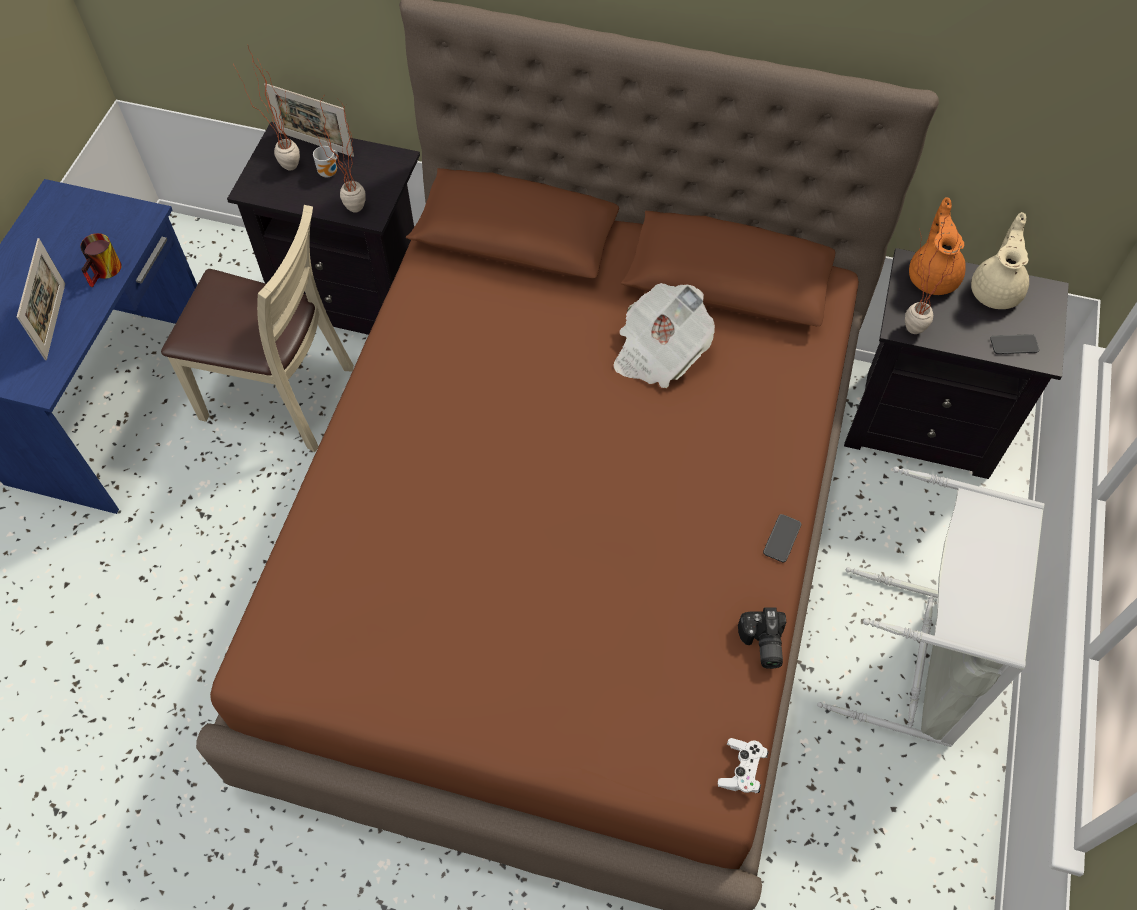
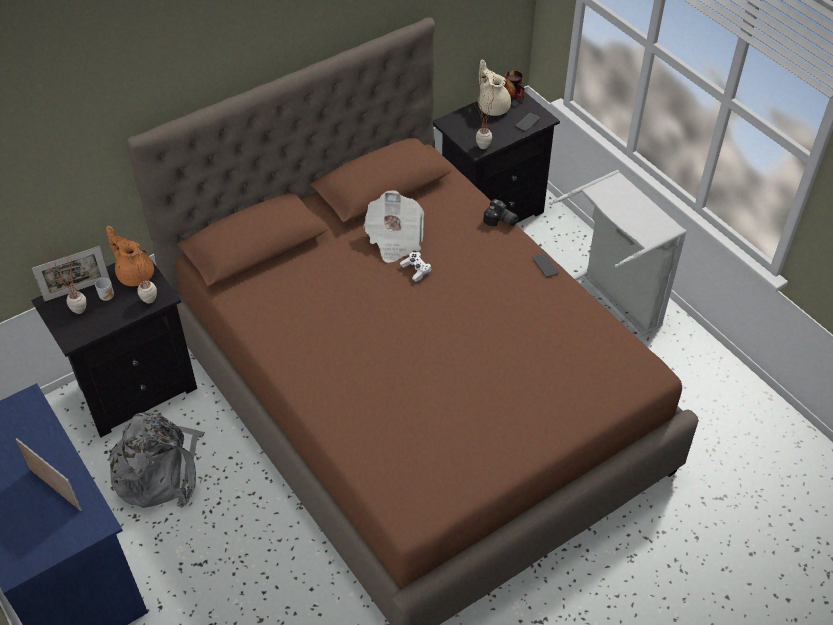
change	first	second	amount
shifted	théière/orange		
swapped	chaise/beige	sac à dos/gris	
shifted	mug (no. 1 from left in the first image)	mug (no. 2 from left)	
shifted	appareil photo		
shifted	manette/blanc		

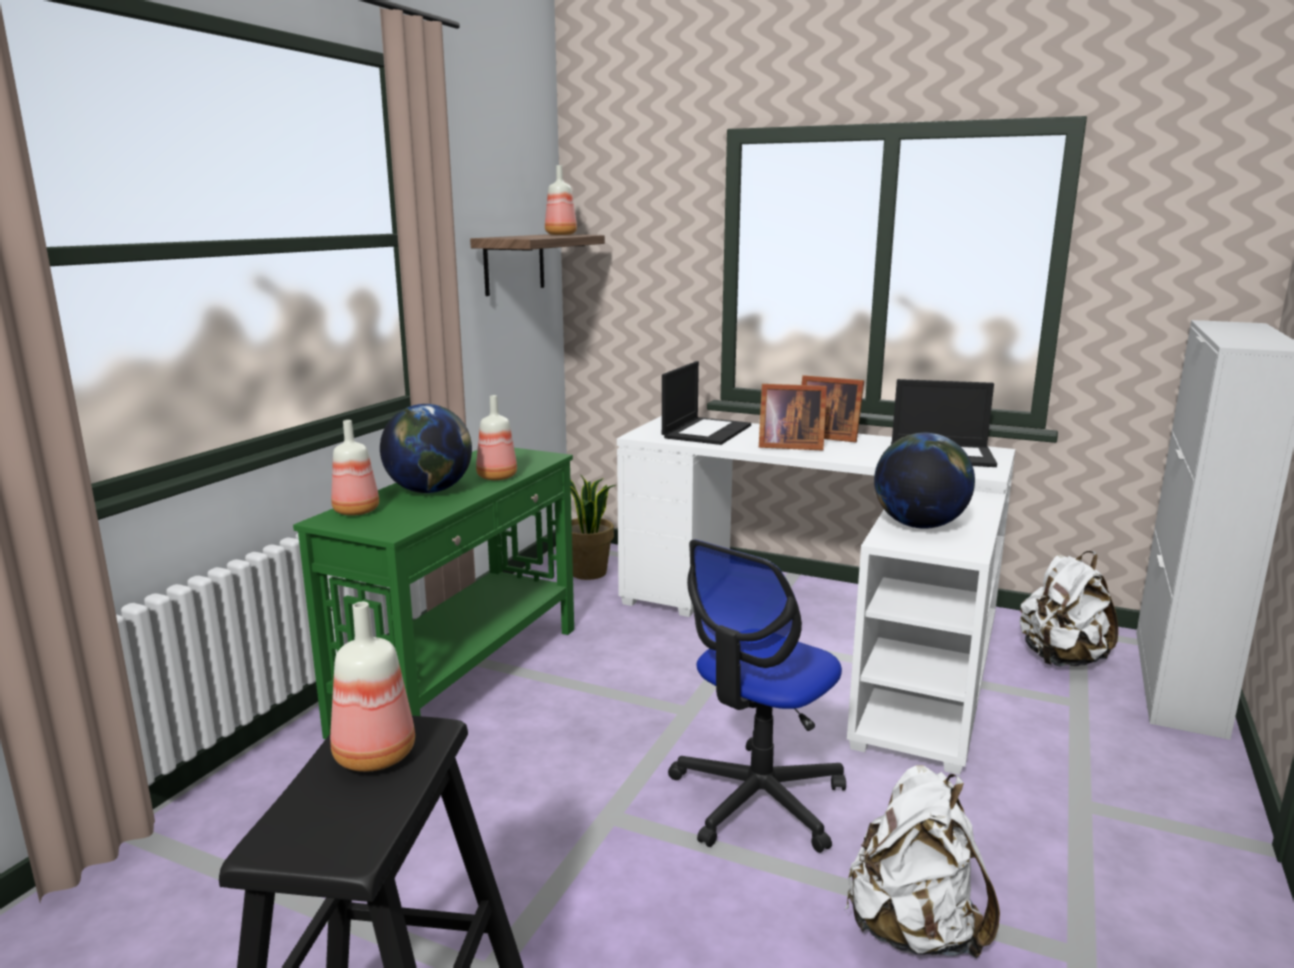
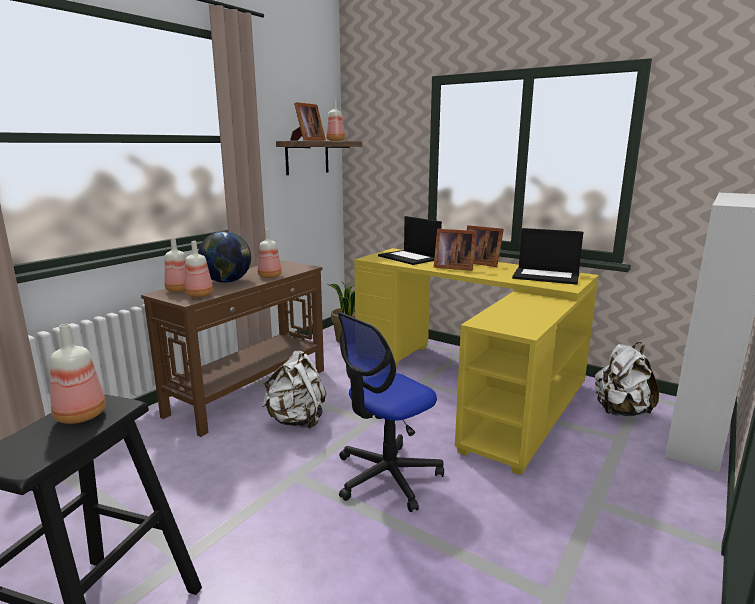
change	first	second	amount
rotated	ordinateur portable (no. 1 from left)		105 degrees clockwise
repainted	bureau/blanc	bureau/jaune	
gone	globe (no. 2 from left)		
repainted	table console/vert	table console/marron	
shifted	sac à dos/blanc (no. 1 from left)		
new		cadre photo (no. 1 from left)	
new		bouteille (no. 3 from left)	

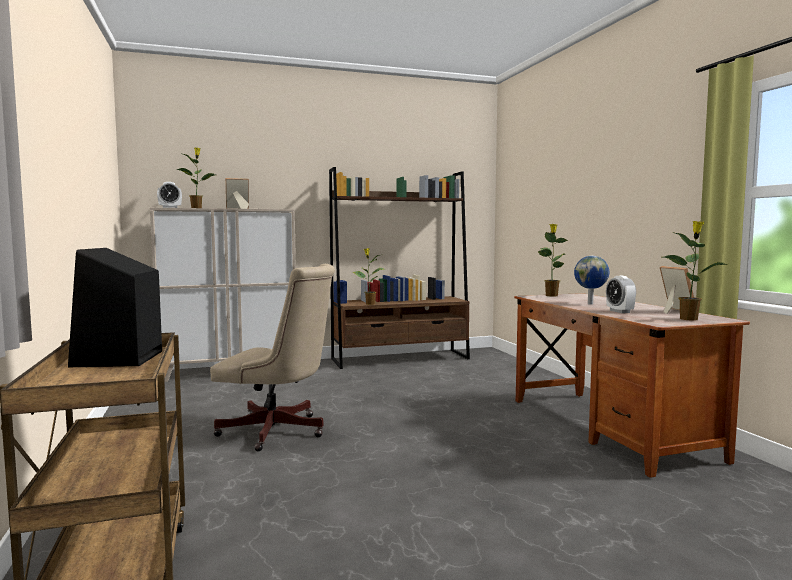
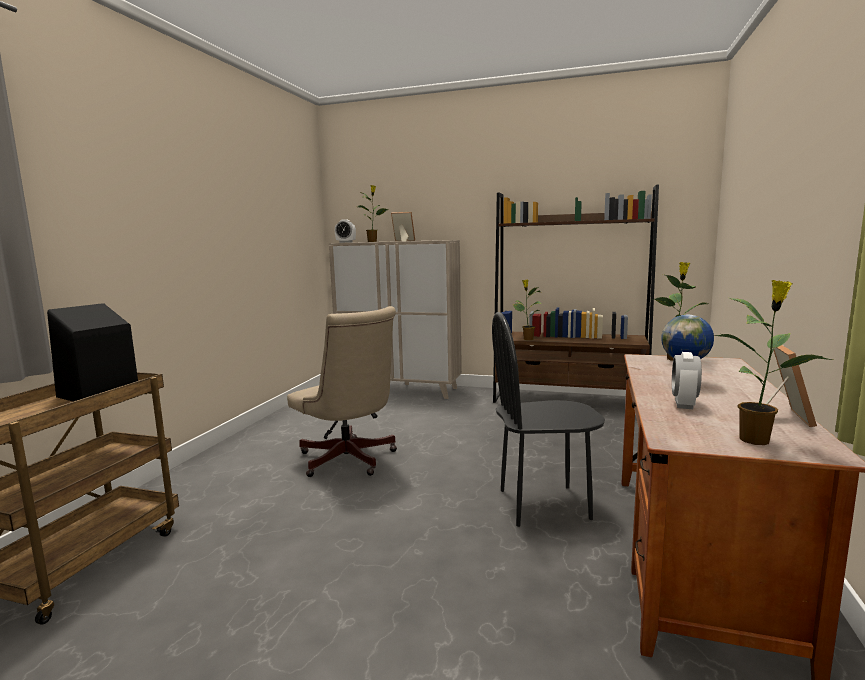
change	first	second	amount
new		chaise/noir	

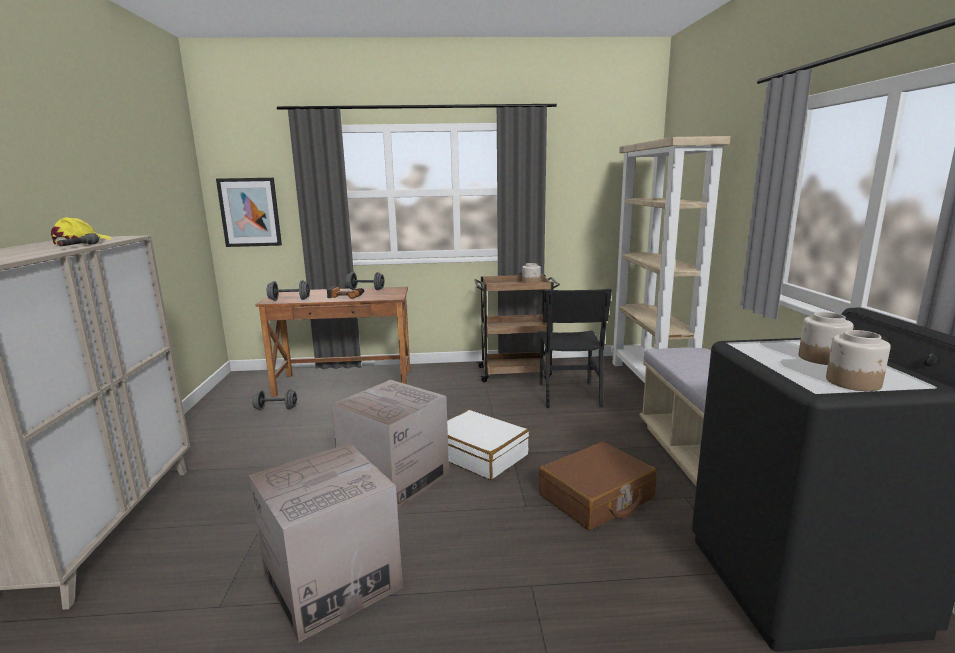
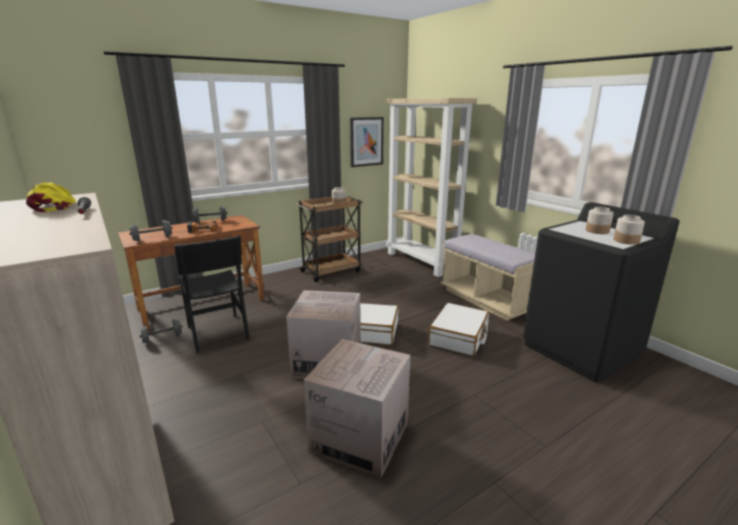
change	first	second	amount
shifted	tableau		
shifted	chaise/noir		
repainted	valise/marron	valise/blanc (no. 2 from left)	

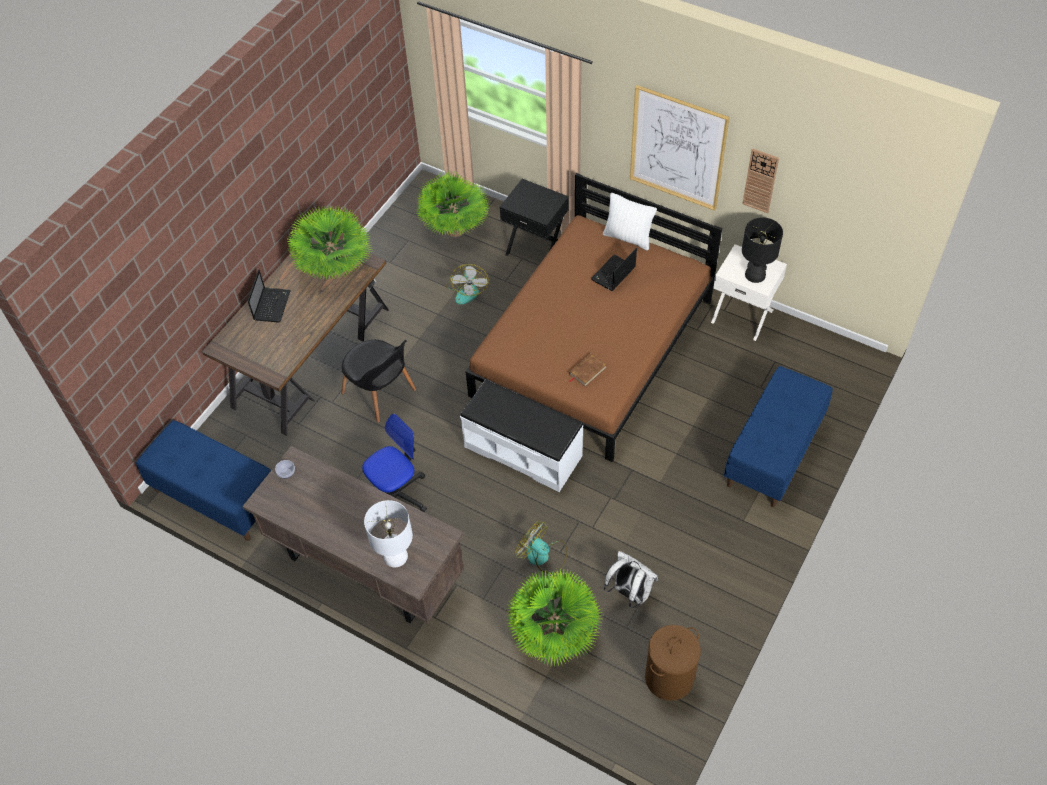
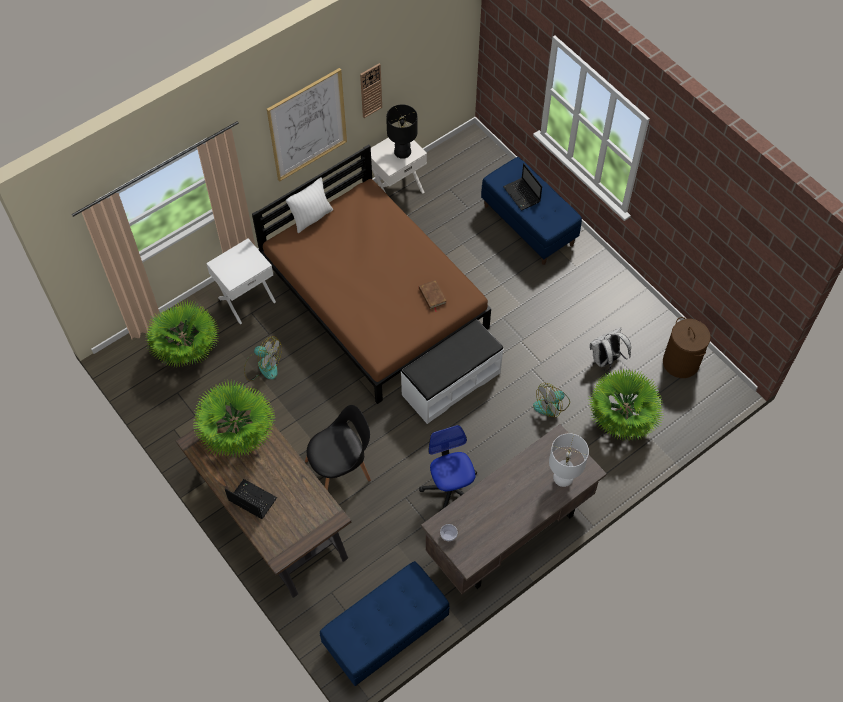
change	first	second	amount
repainted	table de chevet/noir	table de chevet/blanc (no. 1 from left)	
shifted	ordinateur portable (no. 2 from left)		

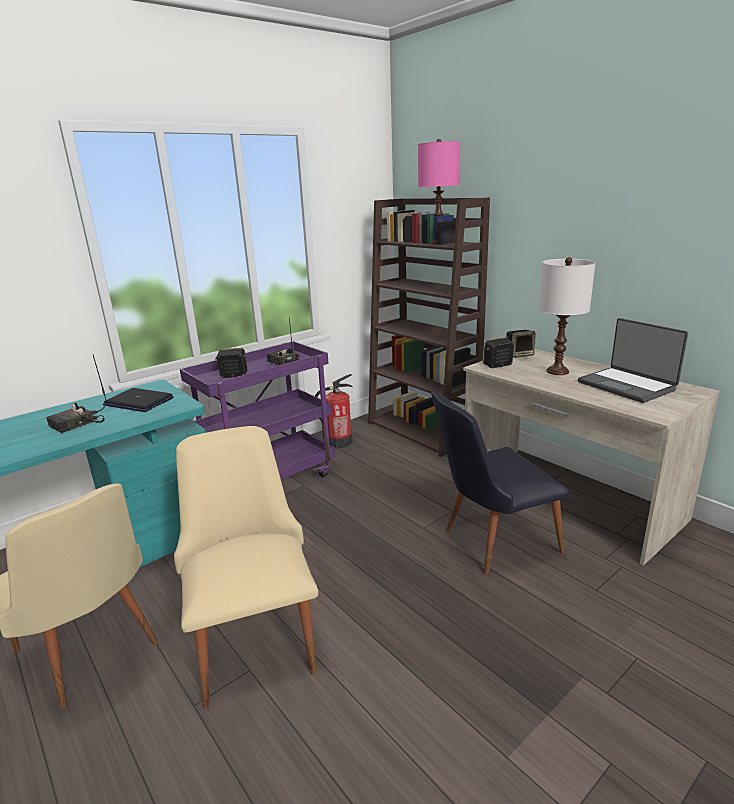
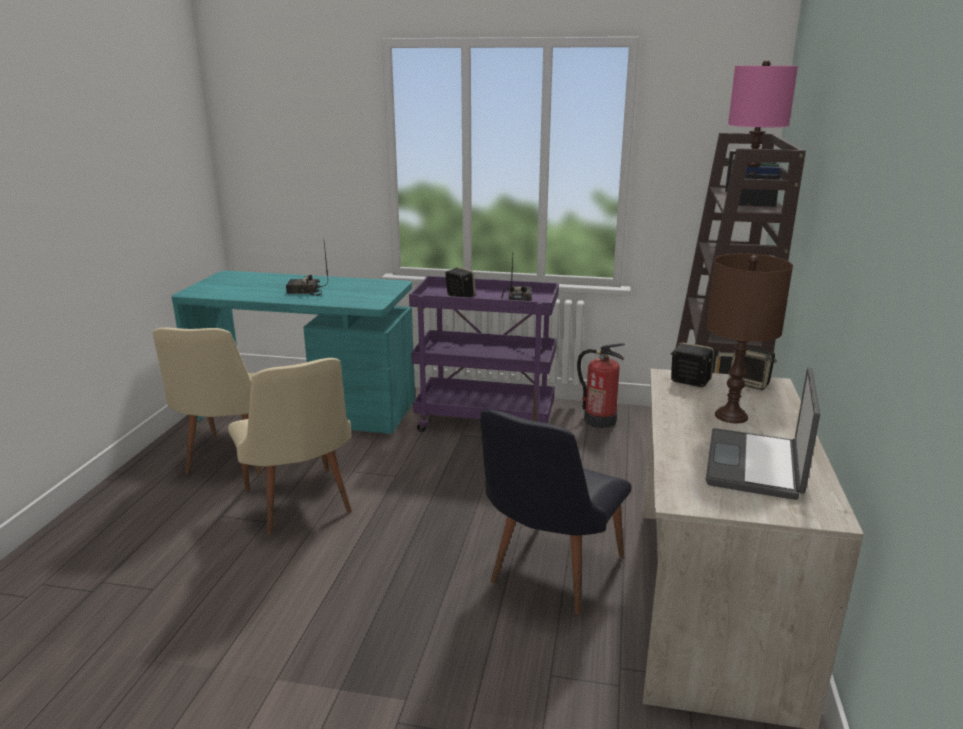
change	first	second	amount
repainted	lampe de table/blanc	lampe de table/marron	
gone	ordinateur portable (no. 1 from left)		
rotated	chaise/noir		90 degrees counterclockwise
rotated	chaise/beige (no. 2 from left)		120 degrees clockwise

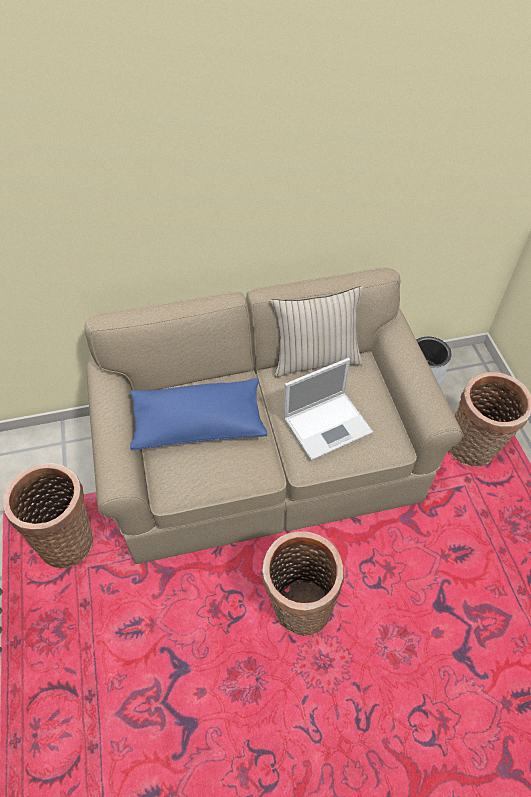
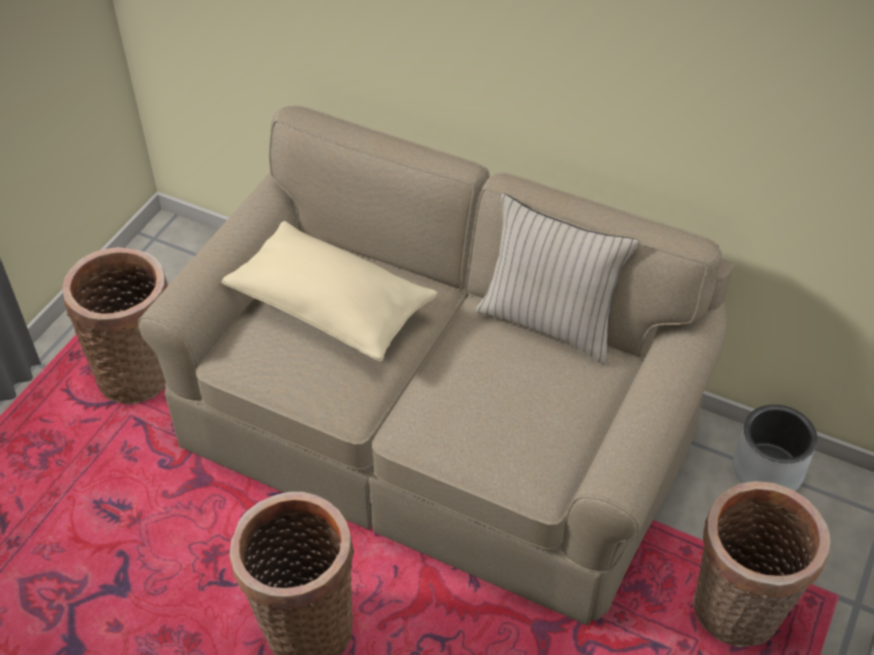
change	first	second	amount
gone	ordinateur portable		
repainted	coussin/bleu	coussin/beige (no. 1 from left)	

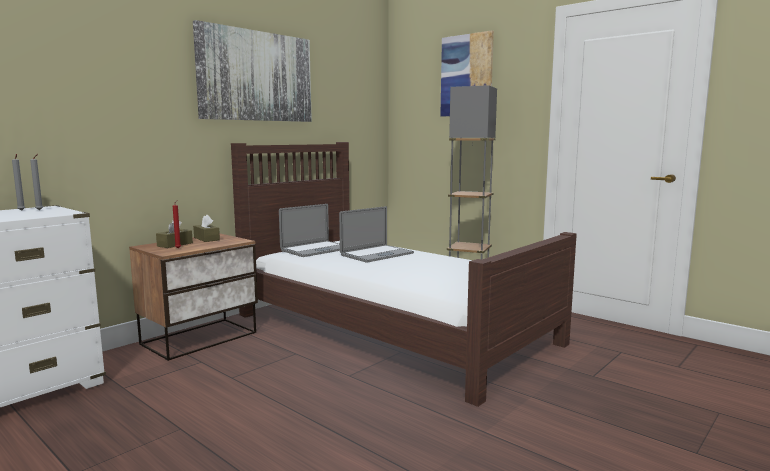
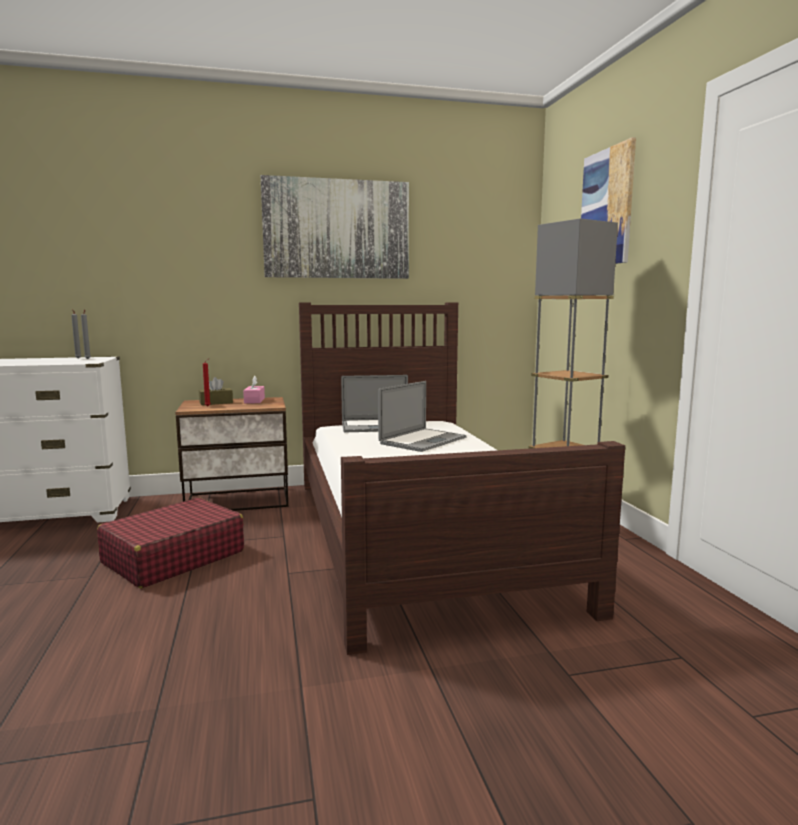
change	first	second	amount
rotated	ordinateur portable (no. 2 from left)		45 degrees counterclockwise
repainted	boîte à mouchoirs/marron (no. 2 from left)	boîte à mouchoirs/rose	
new		valise/rouge	

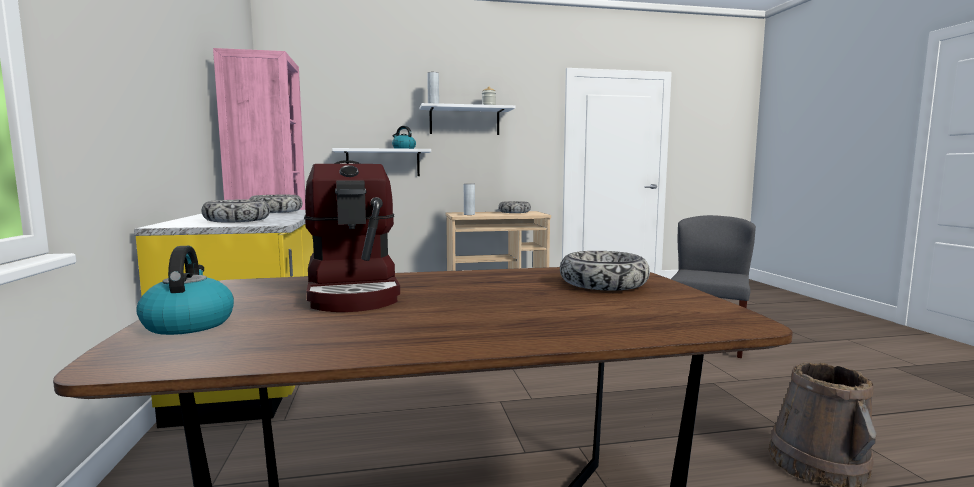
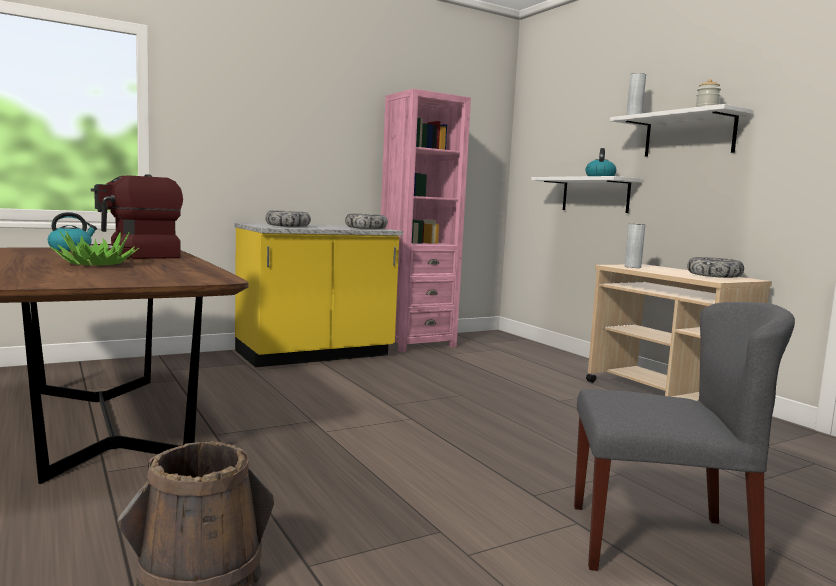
change	first	second	amount
gone	bol (no. 4 from left)		
new		plante en pot	

